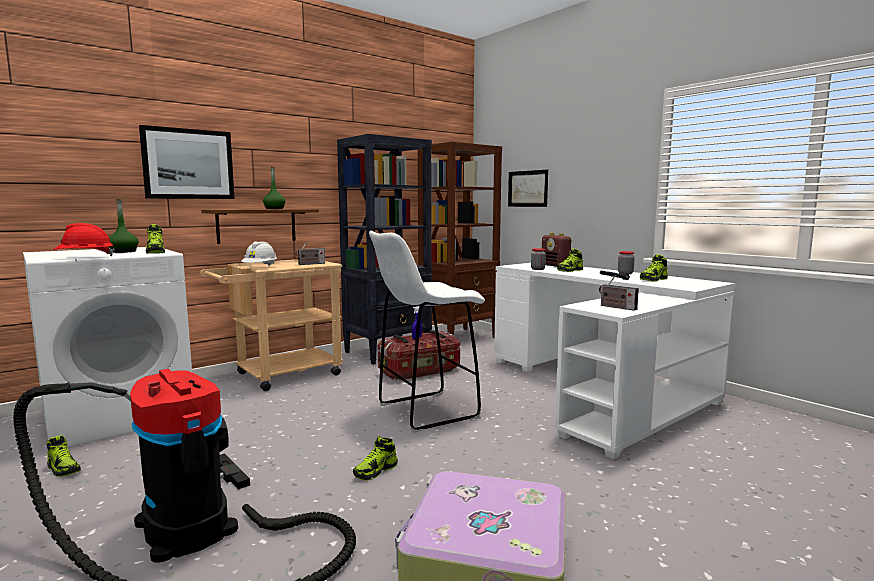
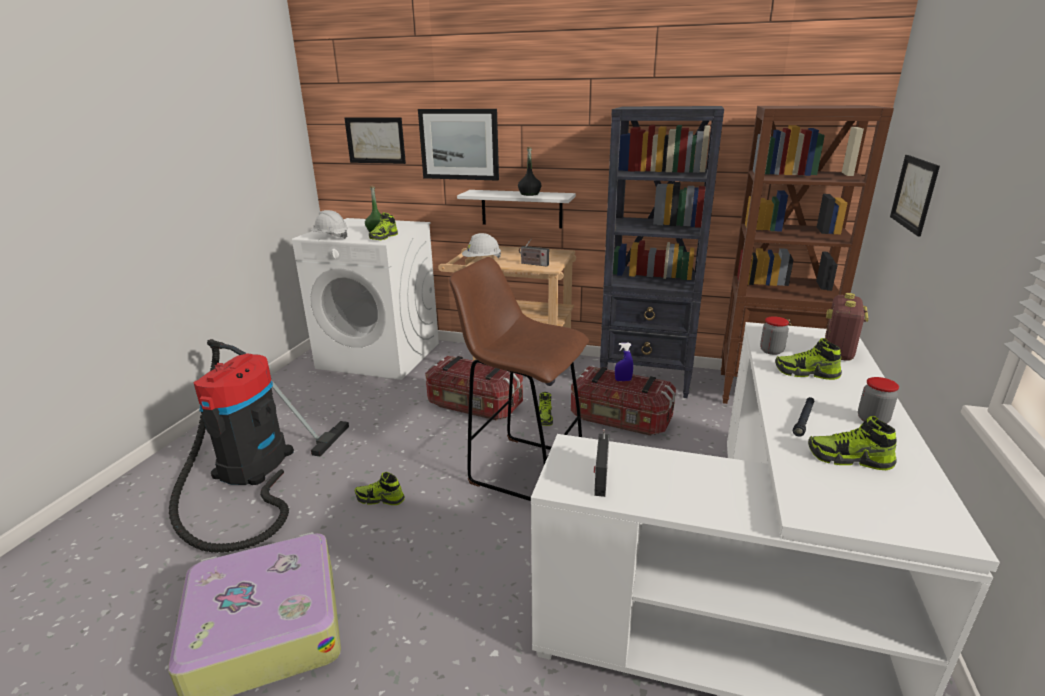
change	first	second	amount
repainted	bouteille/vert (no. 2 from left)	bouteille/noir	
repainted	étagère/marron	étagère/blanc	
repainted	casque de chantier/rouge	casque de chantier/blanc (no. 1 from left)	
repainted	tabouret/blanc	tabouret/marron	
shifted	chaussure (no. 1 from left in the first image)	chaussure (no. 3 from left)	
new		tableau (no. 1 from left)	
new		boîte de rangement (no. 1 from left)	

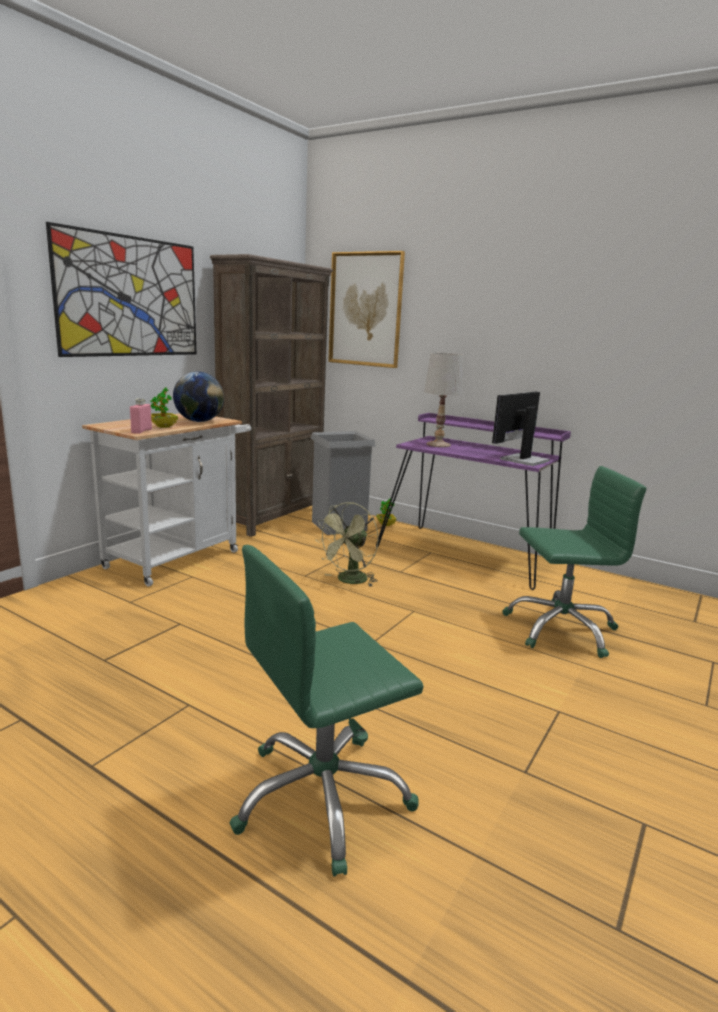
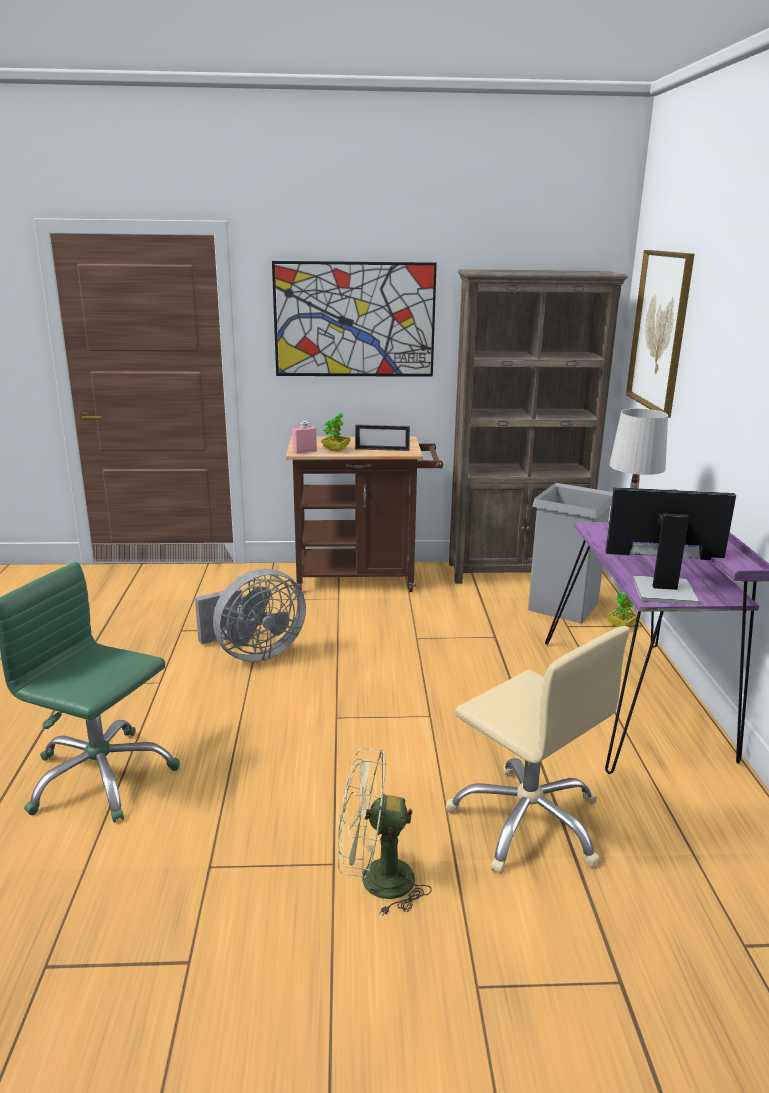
change	first	second	amount
swapped	globe	cadre photo	
repainted	chariot/blanc	chariot/marron	
repainted	chaise de bureau/vert (no. 2 from left)	chaise de bureau/beige	
shifted	ventilateur/vert		
new		ventilateur/gris	

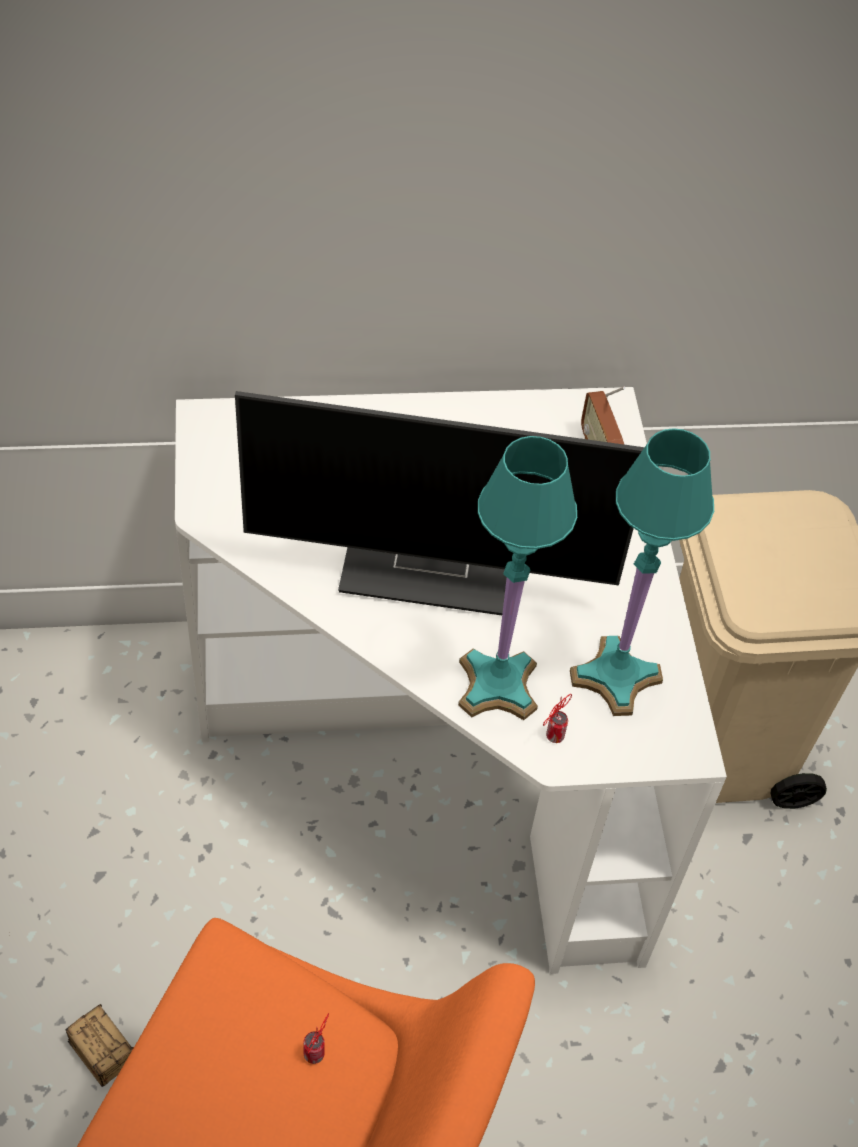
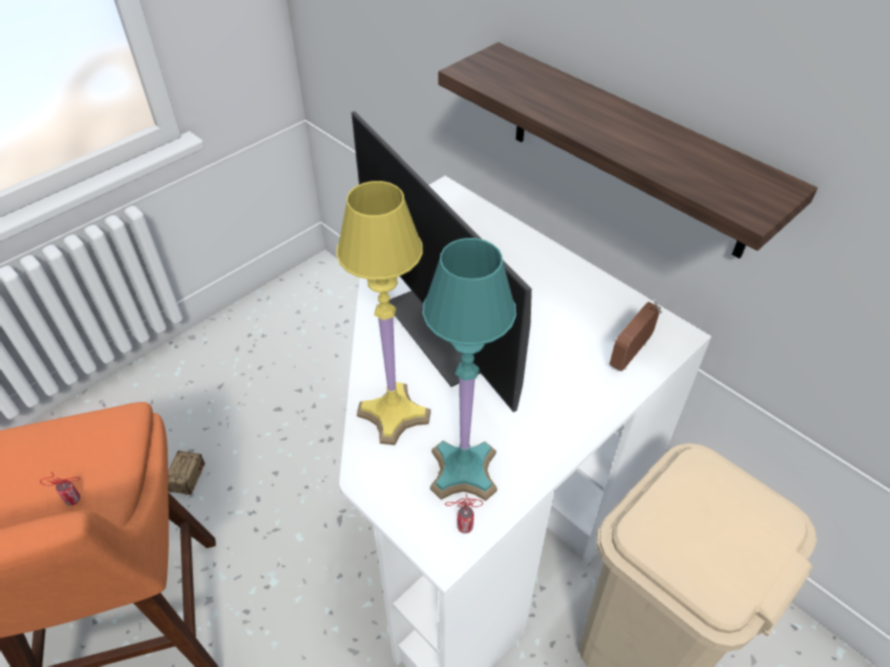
change	first	second	amount
repainted	lampe de table/turquoise (no. 1 from left)	lampe de table/jaune	
shifted	boîte métallique (no. 2 from left)		
new		étagère	

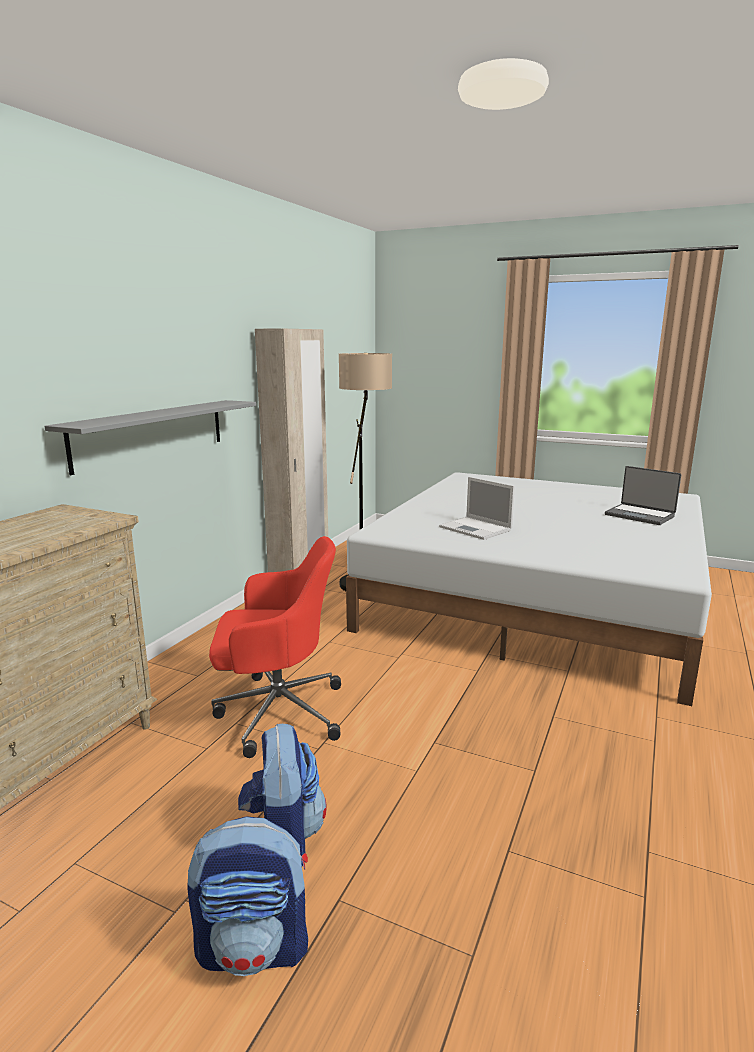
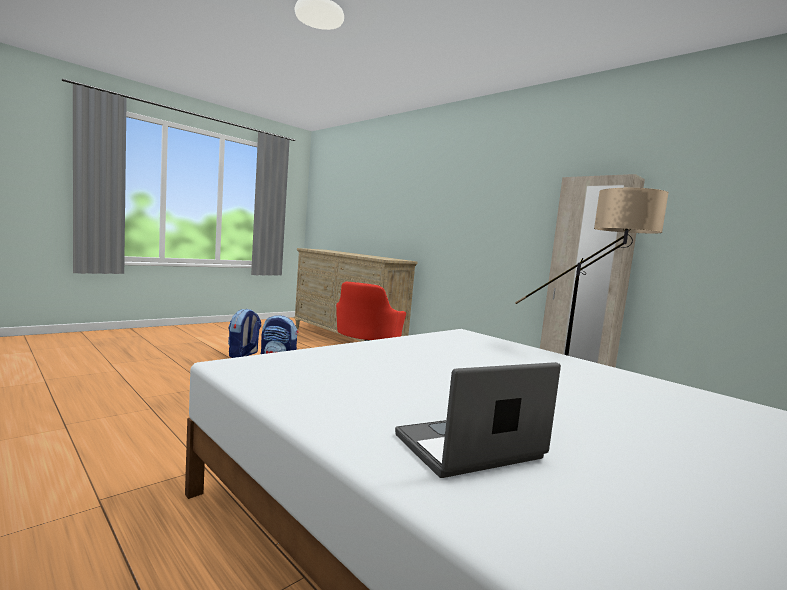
change	first	second	amount
gone	étagère/gris		
gone	ordinateur portable (no. 1 from left)		

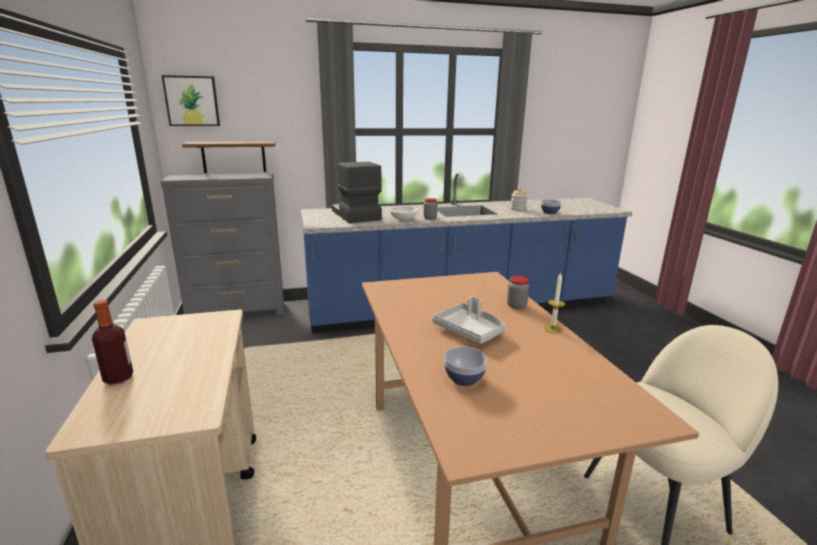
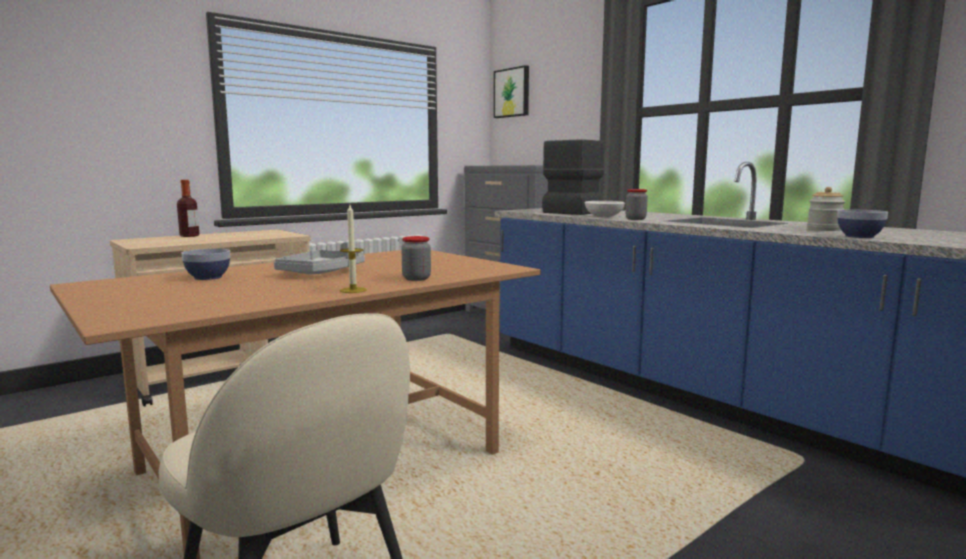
change	first	second	amount
gone	étagère		

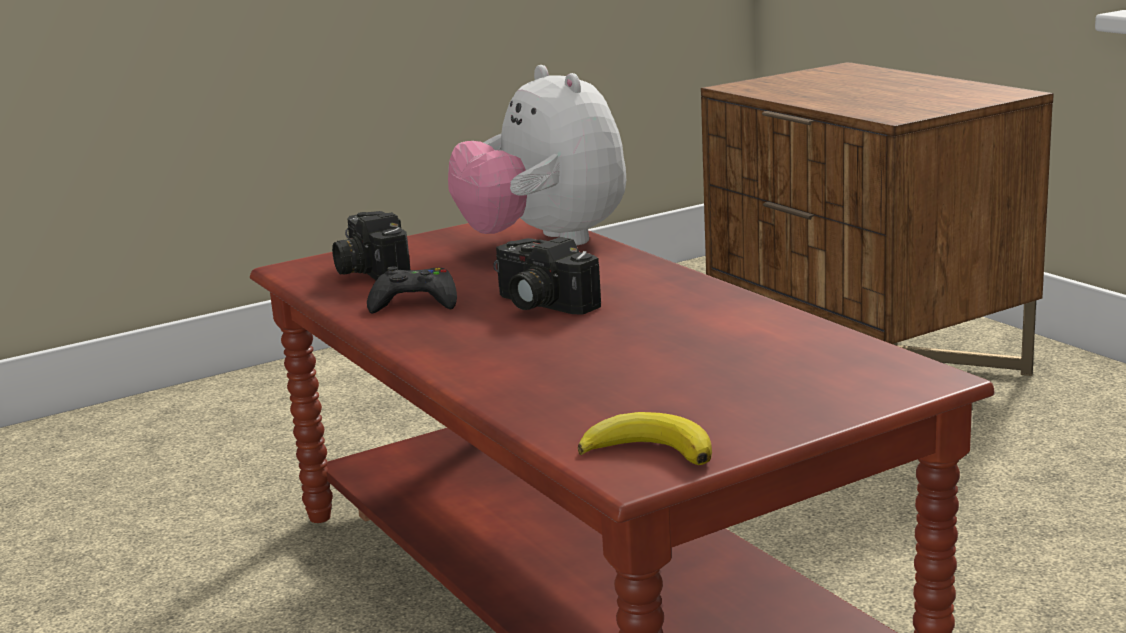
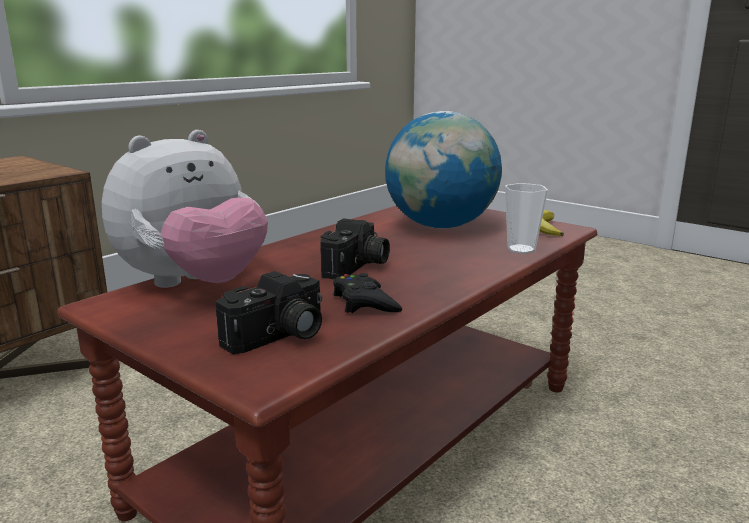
change	first	second	amount
new		globe	
new		tasse	

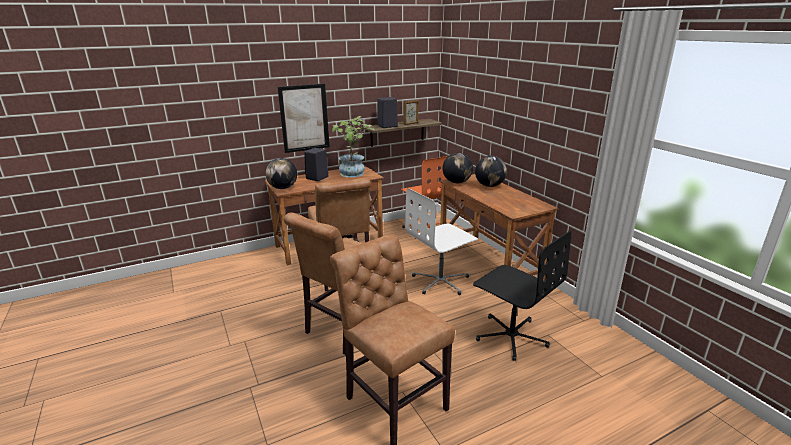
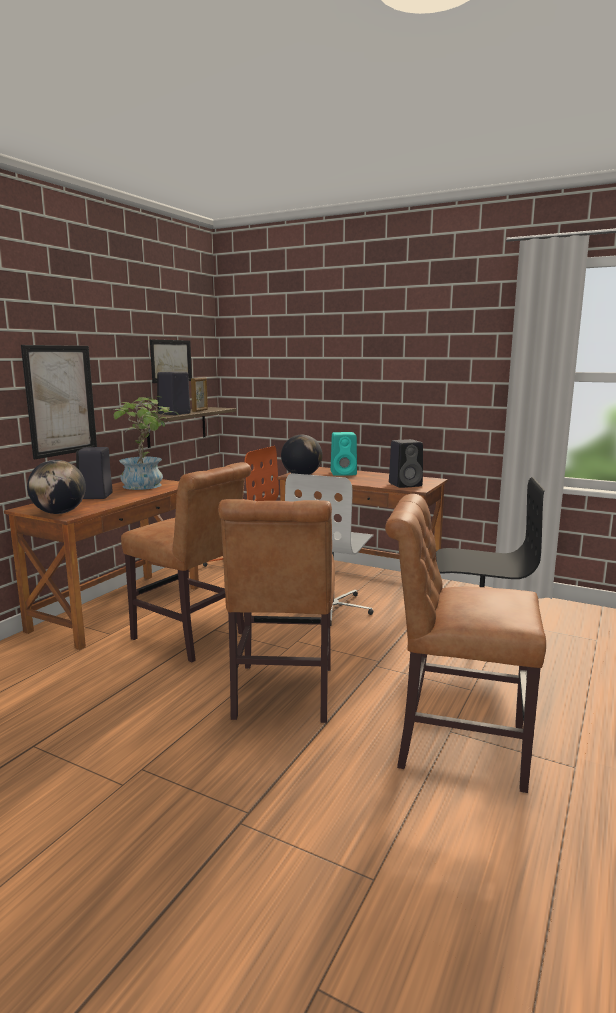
change	first	second	amount
swapped	globe (no. 3 from left)	enceinte/turquoise	
new		tableau (no. 2 from left)	
new		enceinte/noir (no. 3 from left)	

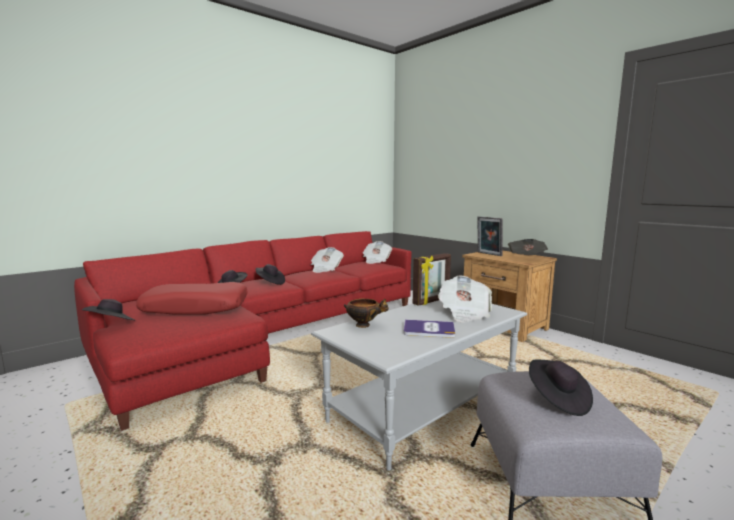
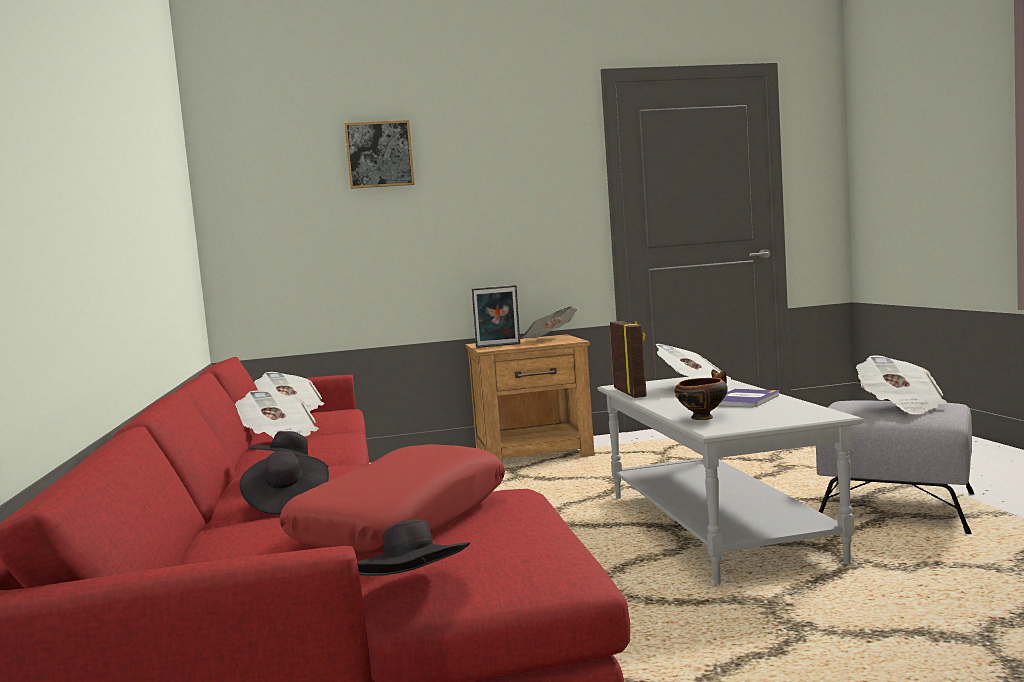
change	first	second	amount
swapped	chapeau/noir (no. 4 from left)	journal (no. 5 from left)	
new		tableau	

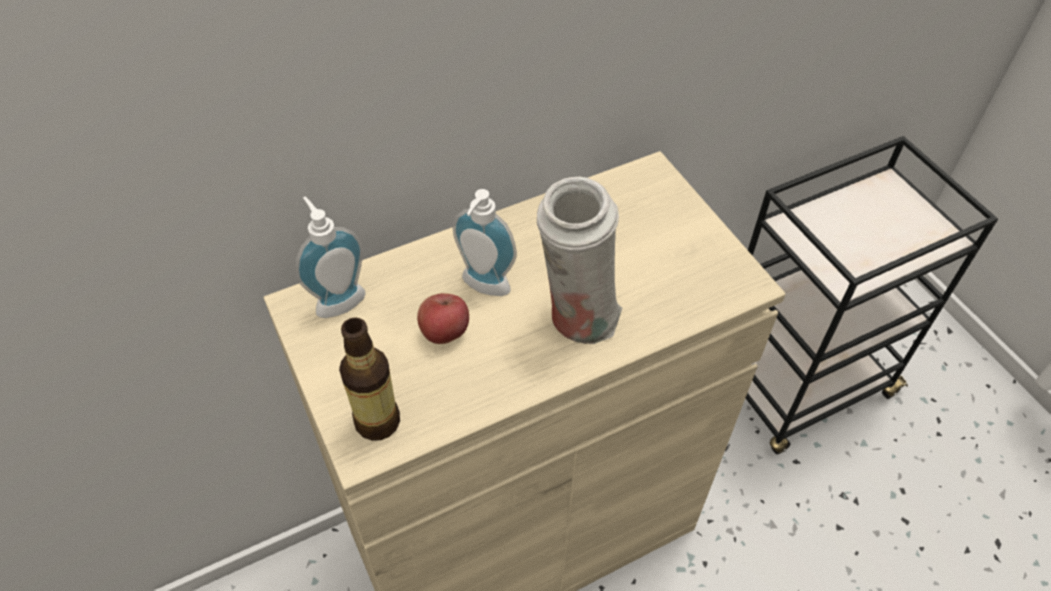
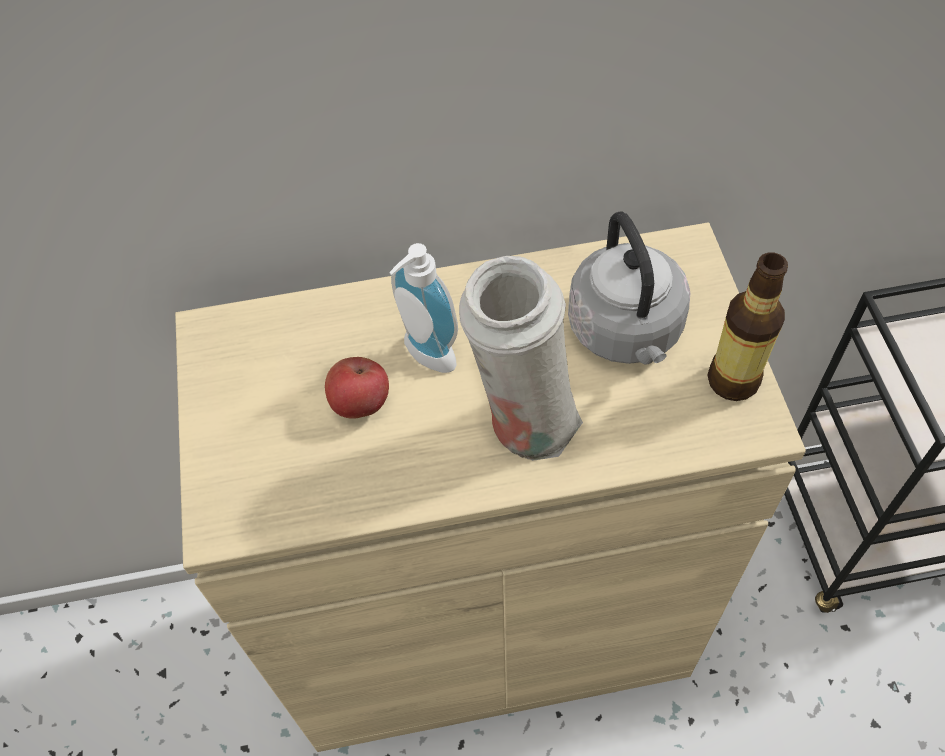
change	first	second	amount
gone	distributeur de savon (no. 1 from left)		
shifted	bouteille		
new		bouilloire/gris	

